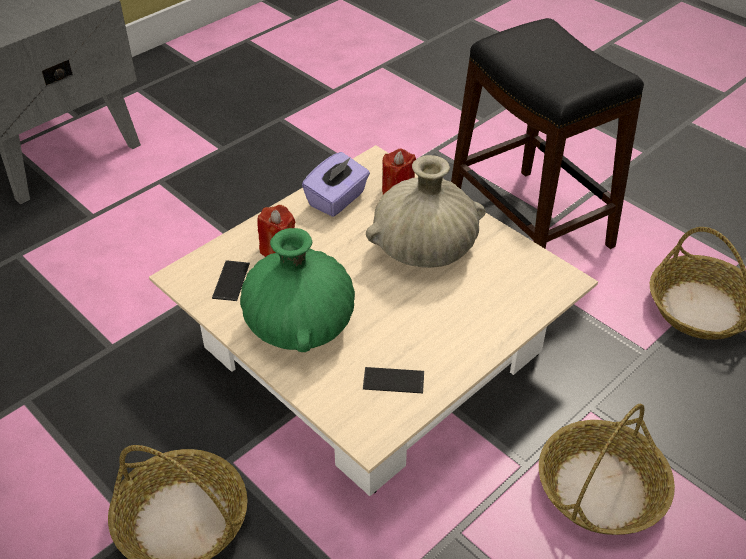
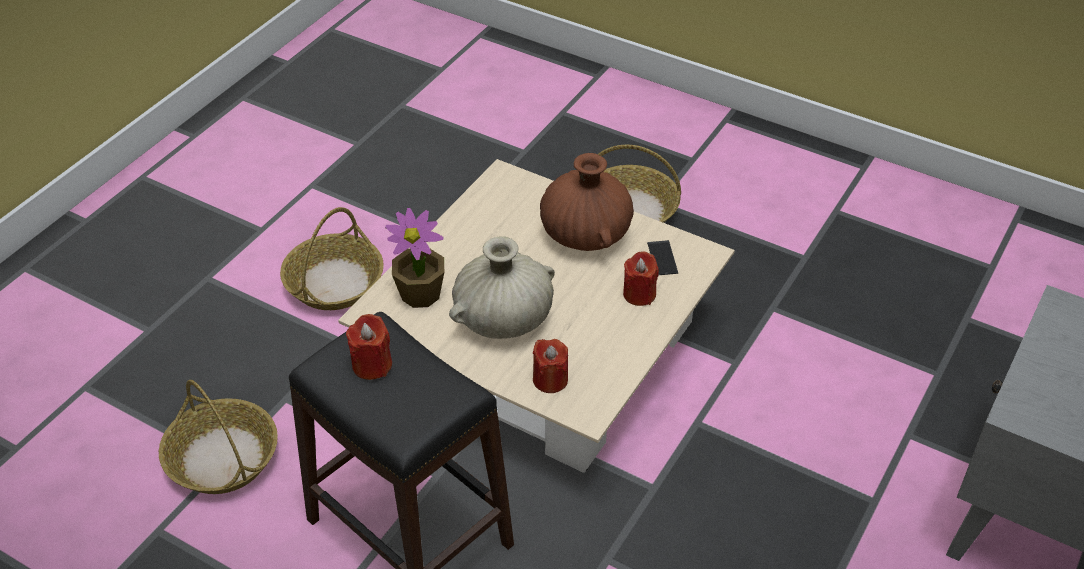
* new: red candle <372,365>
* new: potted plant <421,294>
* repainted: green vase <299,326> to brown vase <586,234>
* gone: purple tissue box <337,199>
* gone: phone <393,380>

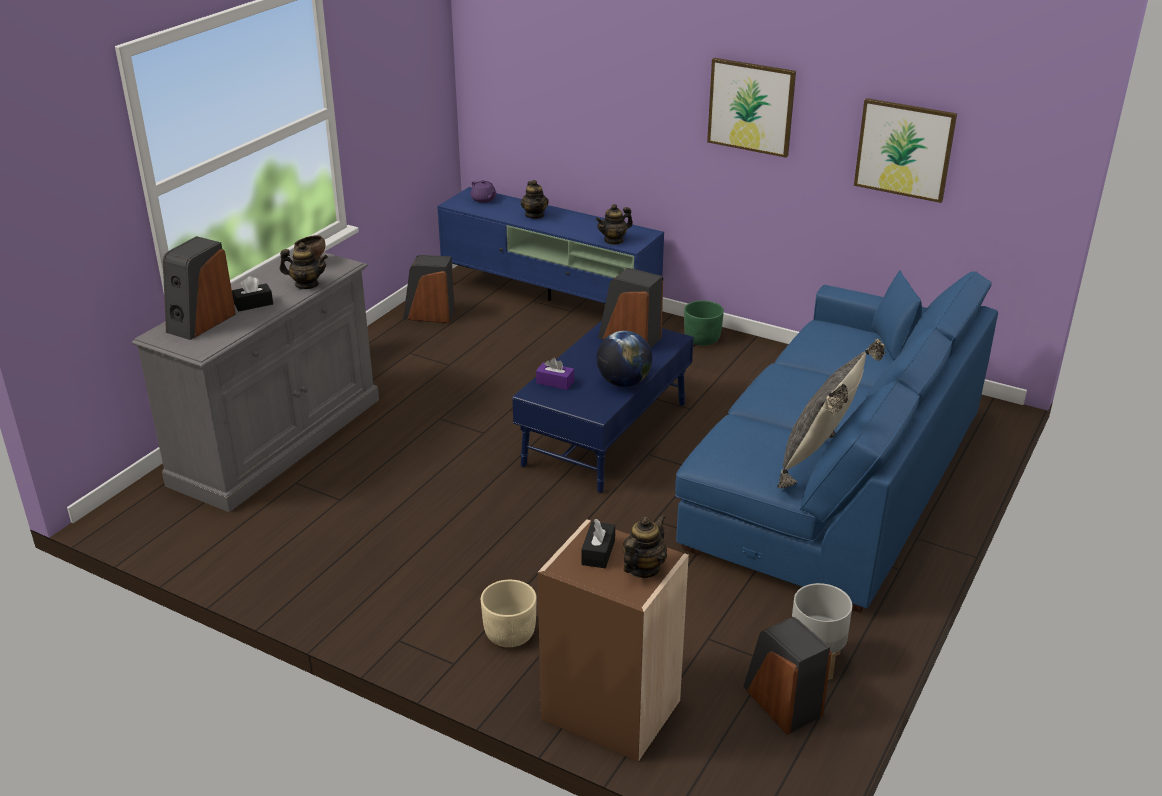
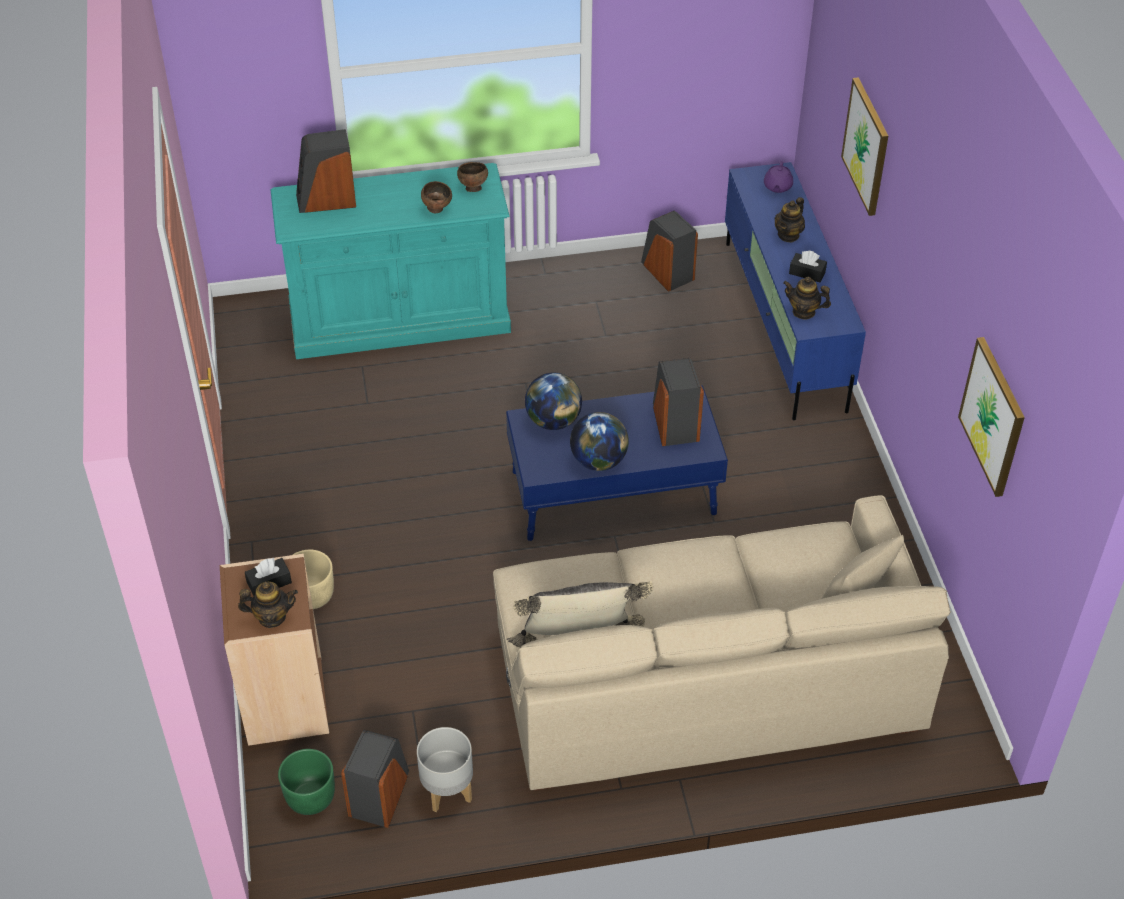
* repainted: grey cabinet <279,440> to turquoise cabinet <401,320>
* shifted: green planter <702,339> to <310,797>
* swapped: teapot <306,285> to brown bowl <437,209>
* repainted: blue sofa <835,483> to beige sofa <705,682>
* swapped: purple tissue box <555,382> to globe <553,421>
* shifted: black tissue box <253,304> to <807,273>
* shifted: picture <751,106> to <866,146>

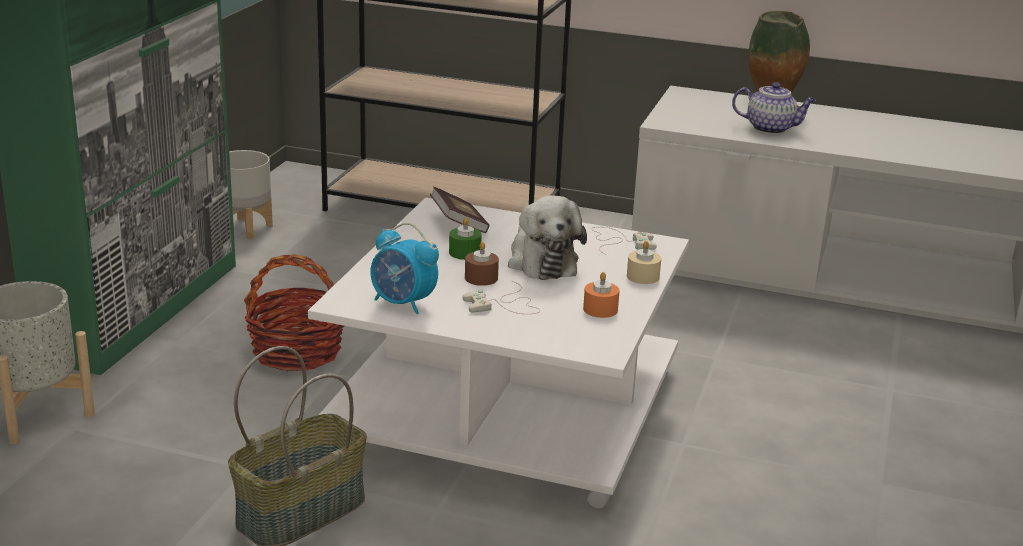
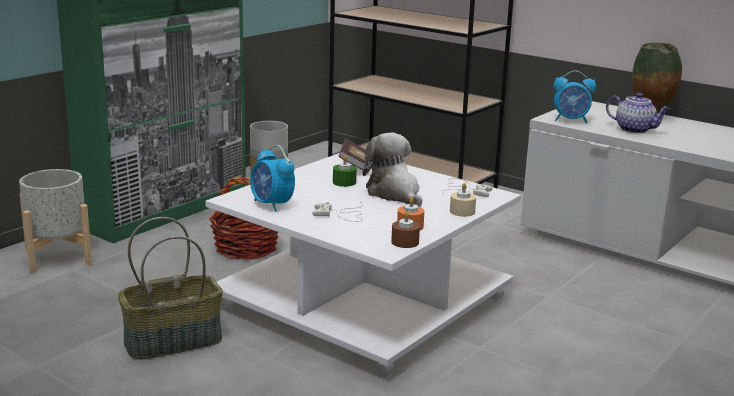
* rotated: plush toy <541,261> = <394,193> 150 degrees clockwise
* shifted: brown candle <481,278> to <405,242>
* new: alarm clock <571,120>

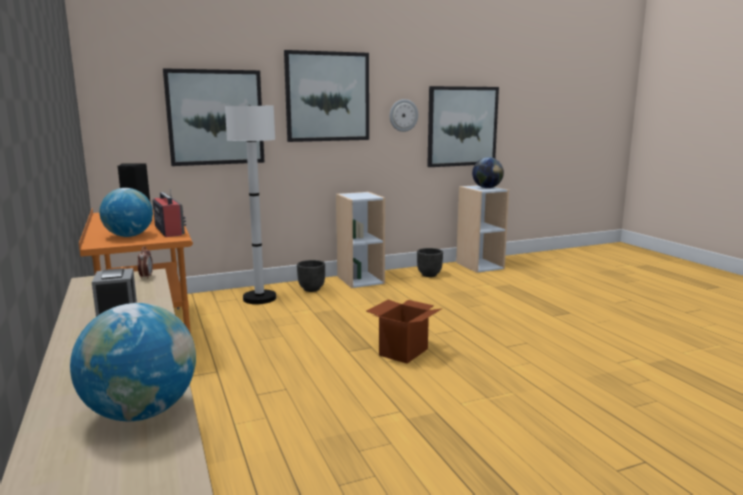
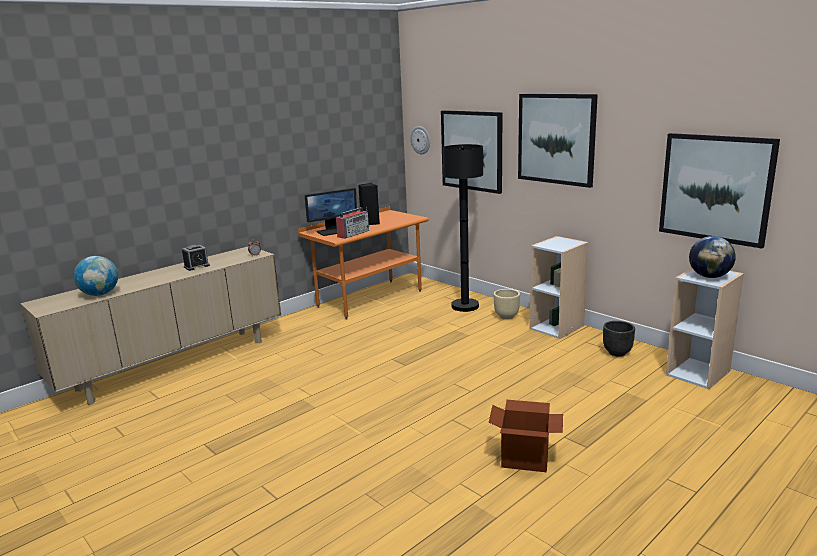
* swapped: globe <129,236> to monitor <334,231>
* shifted: wall clock <403,115> to <421,140>
* repainted: white floor lamp <259,298> to black floor lamp <465,306>
* shifted: cardboard box <403,352> to <525,459>
* repainted: black planter <311,289> to beige planter <506,316>

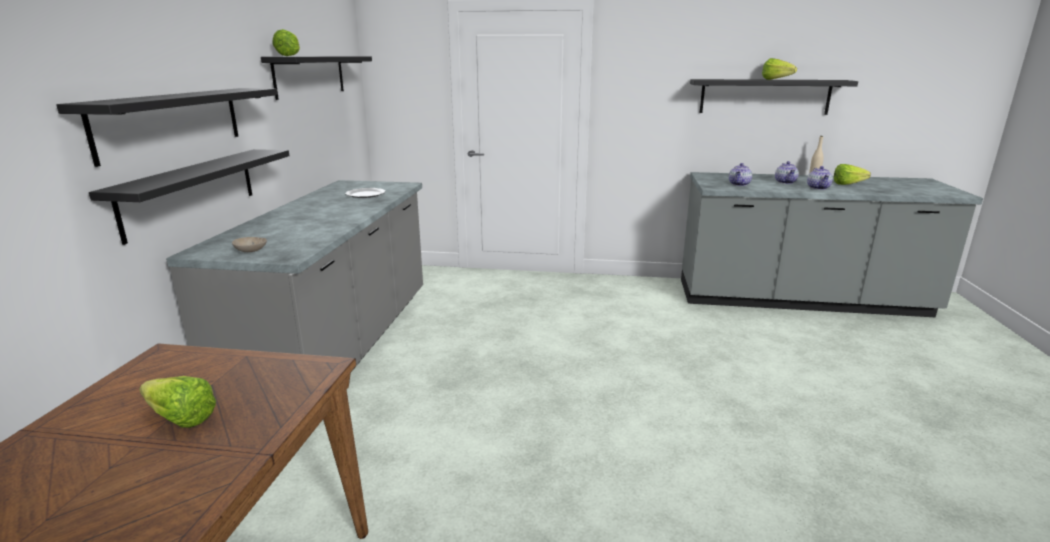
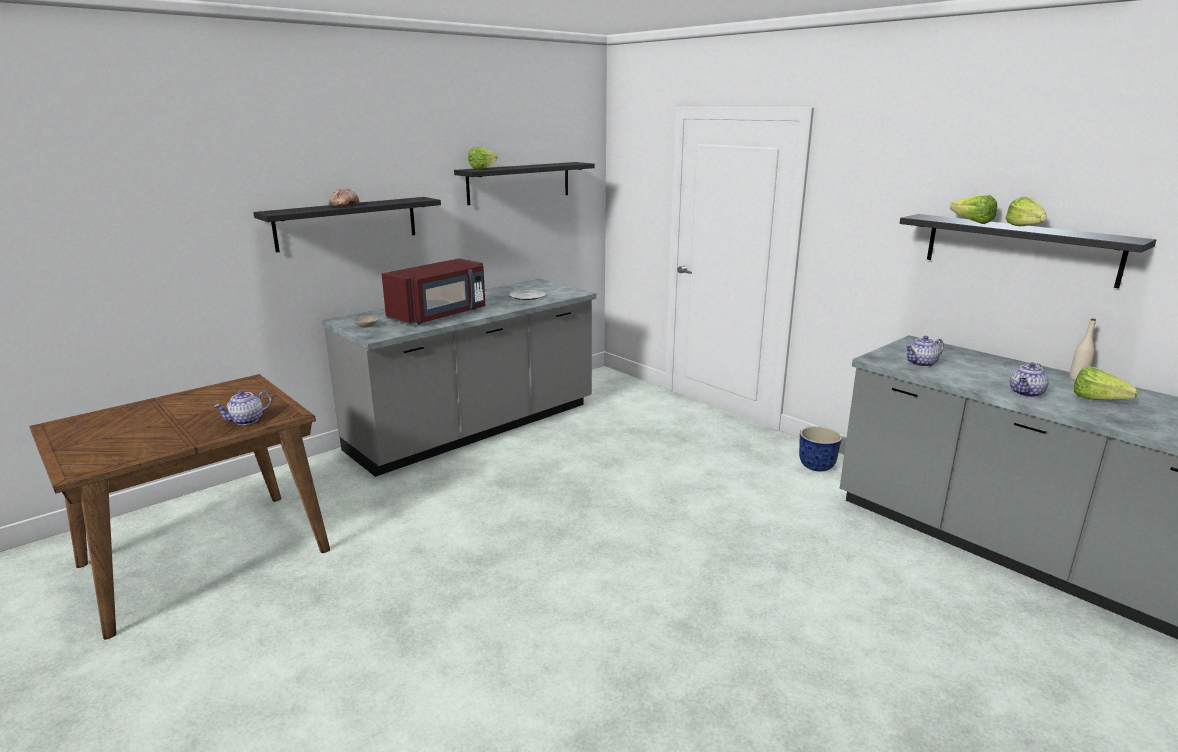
* shifted: teapot <785,182> to <246,421>
* new: bread <344,205>
* new: red microwave <440,315>
* new: planter <817,467>
* shifted: lettuce <178,417> to <969,221>
* gone: black shelf <191,191>

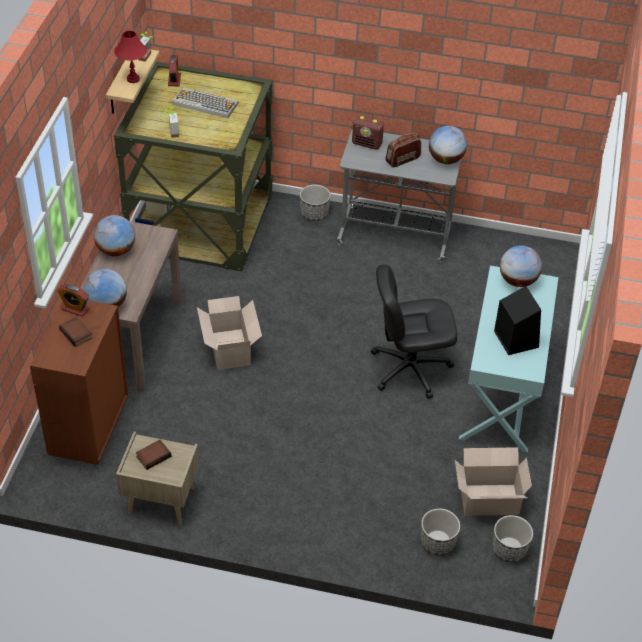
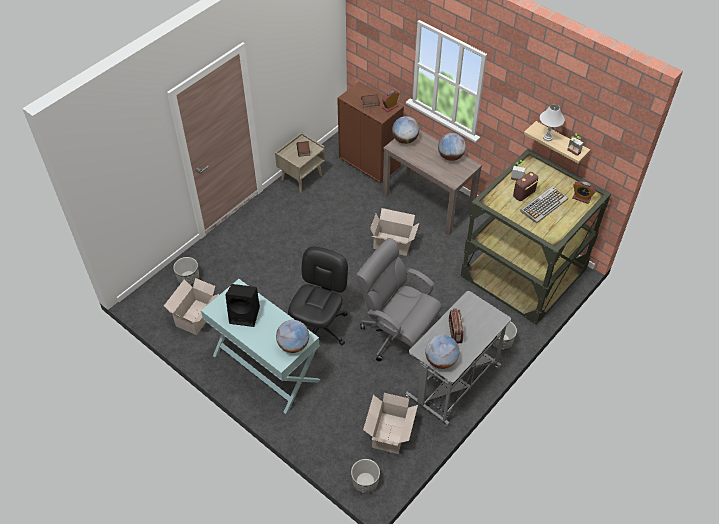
* shifted: planter <509,549> to <365,482>
* new: grey office chair <396,334>
* new: cardboard box <389,434>
* shifted: radio <367,144> to <523,194>
* repainted: red table lamp <133,79> to white table lamp <547,138>

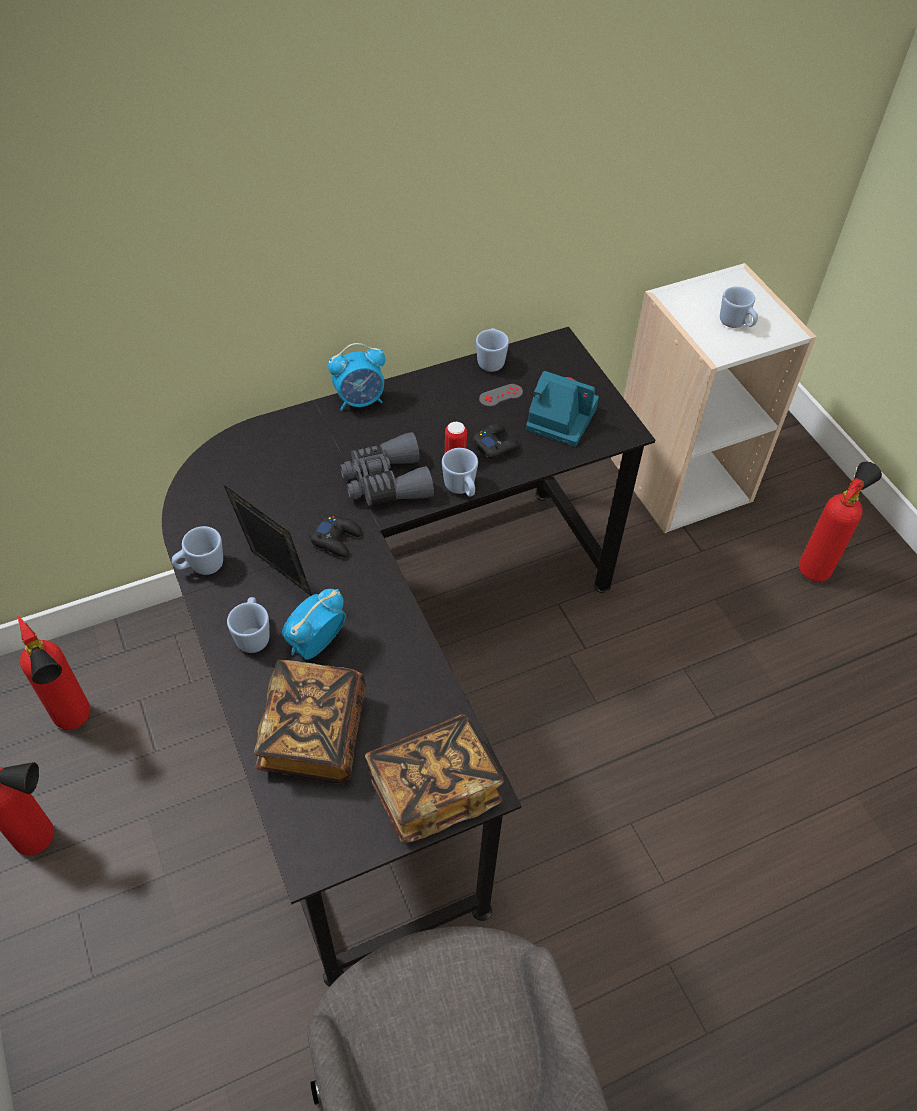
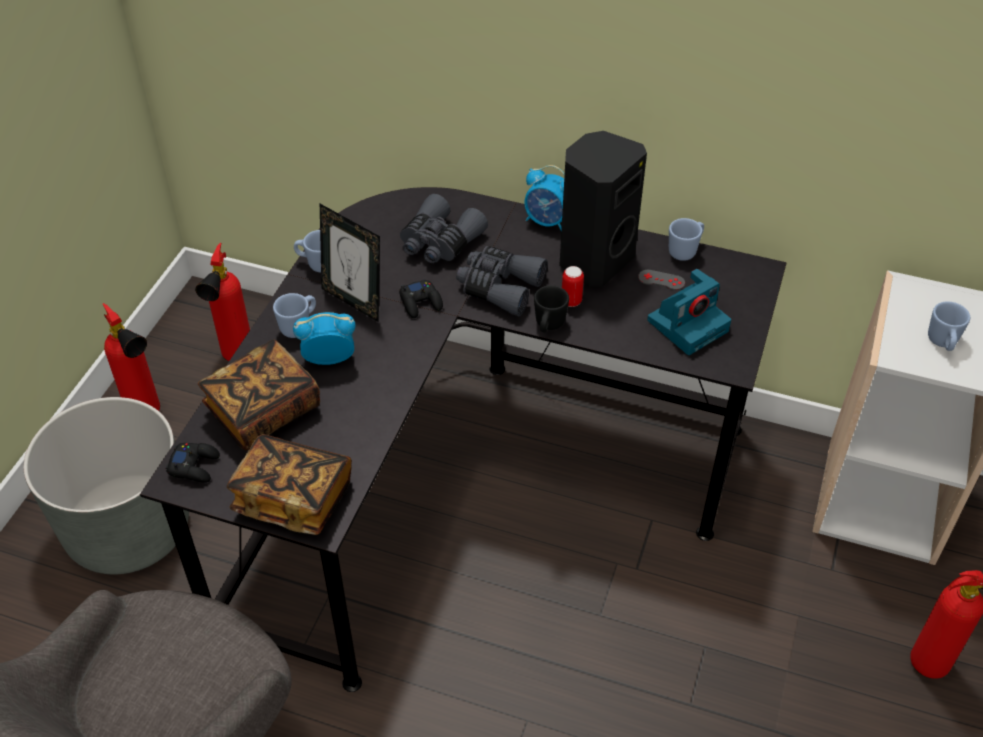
* new: grey planter <128,528>
* shifted: black game controller <496,445> to <194,466>
* rotated: picture frame <276,578> = <353,301> 135 degrees clockwise
* new: grey binoculars <439,242>
* repainted: blue mug <461,489> to black mug <548,326>
* new: black speaker <593,261>
* rotated: photo camera <559,418> = <688,324> 75 degrees clockwise

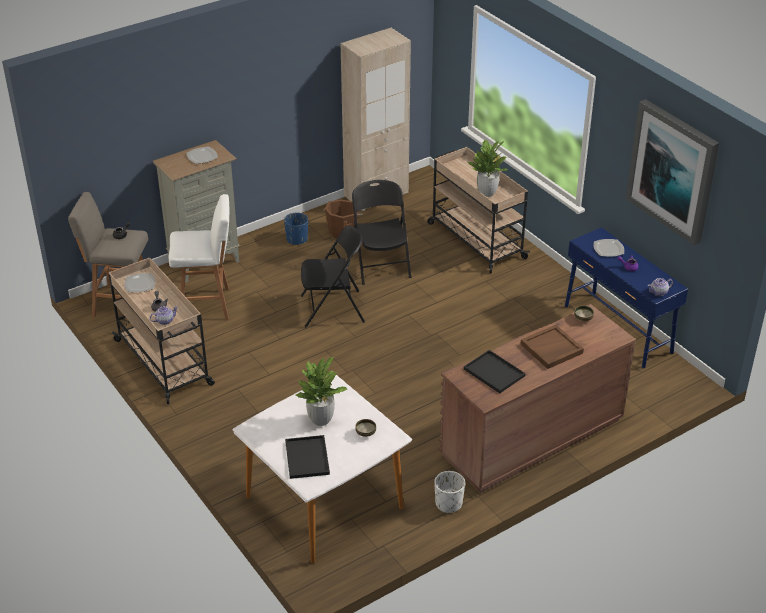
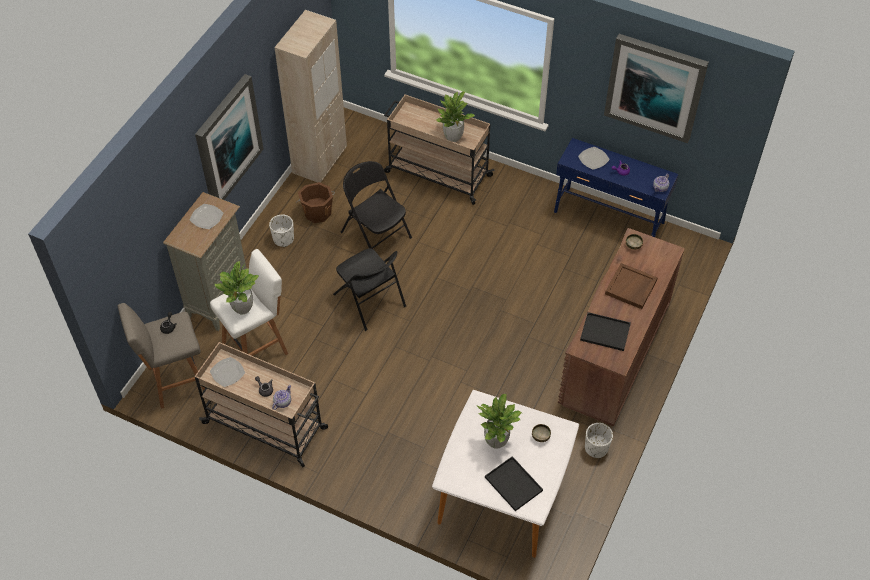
* new: picture <227,140>
* new: potted plant <242,308>
* repainted: blue planter <297,239> to white planter <283,239>
* rotated: black chair <332,309> = <369,300> 90 degrees clockwise

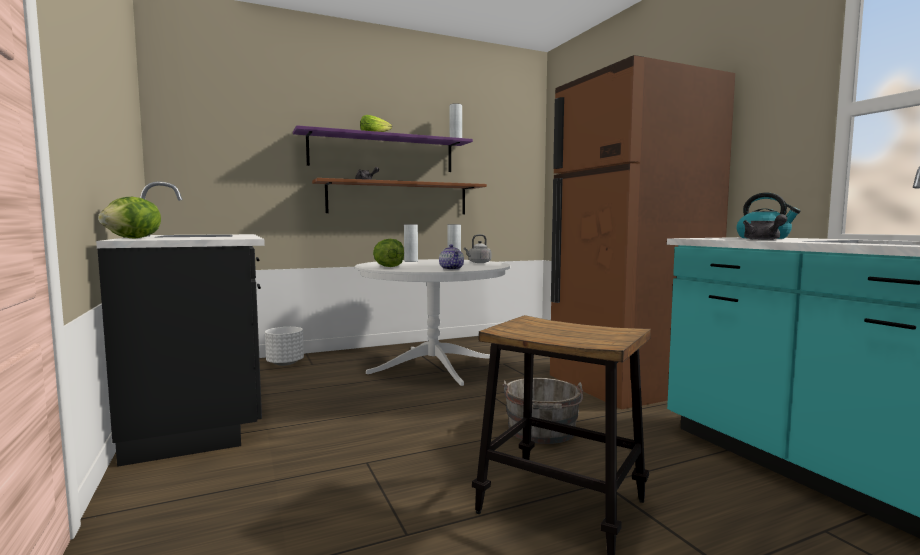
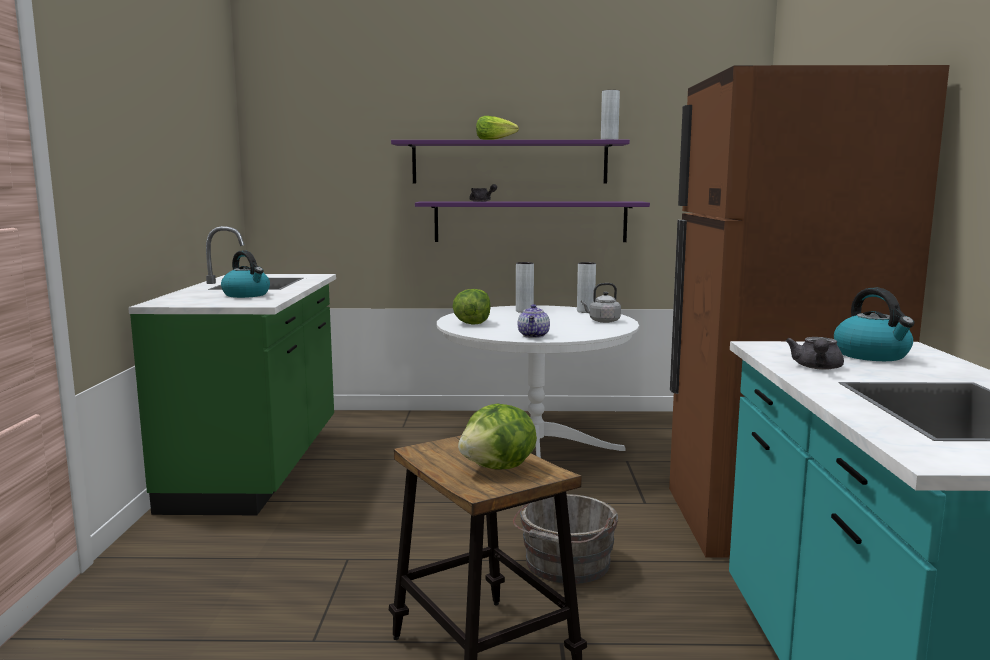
* repainted: black counter <204,409> to green counter <259,467>
* new: kettle <247,295>
* repainted: brown shelf <398,198> to purple shelf <530,221>
* shifted: lettuce <134,238> to <499,468>
* gone: white planter <285,363>

